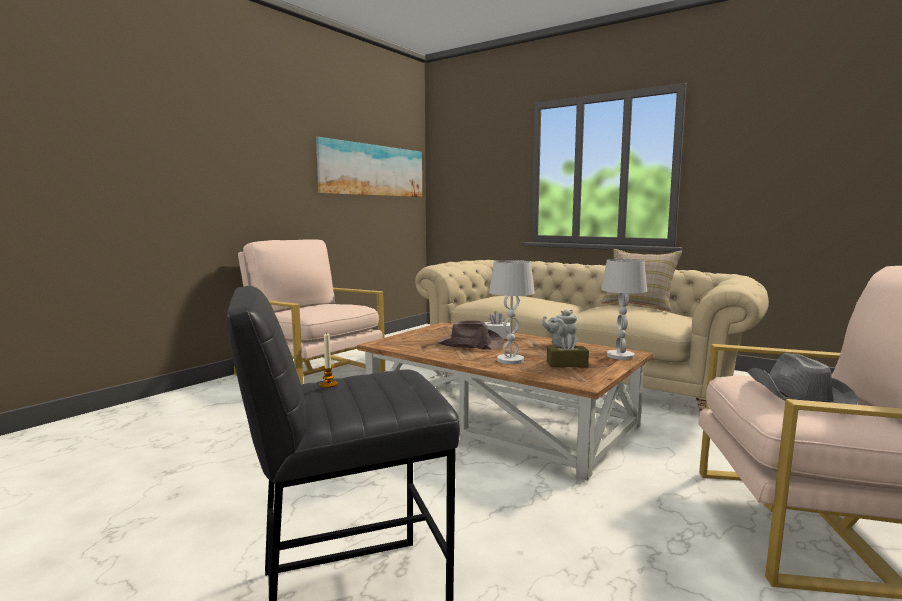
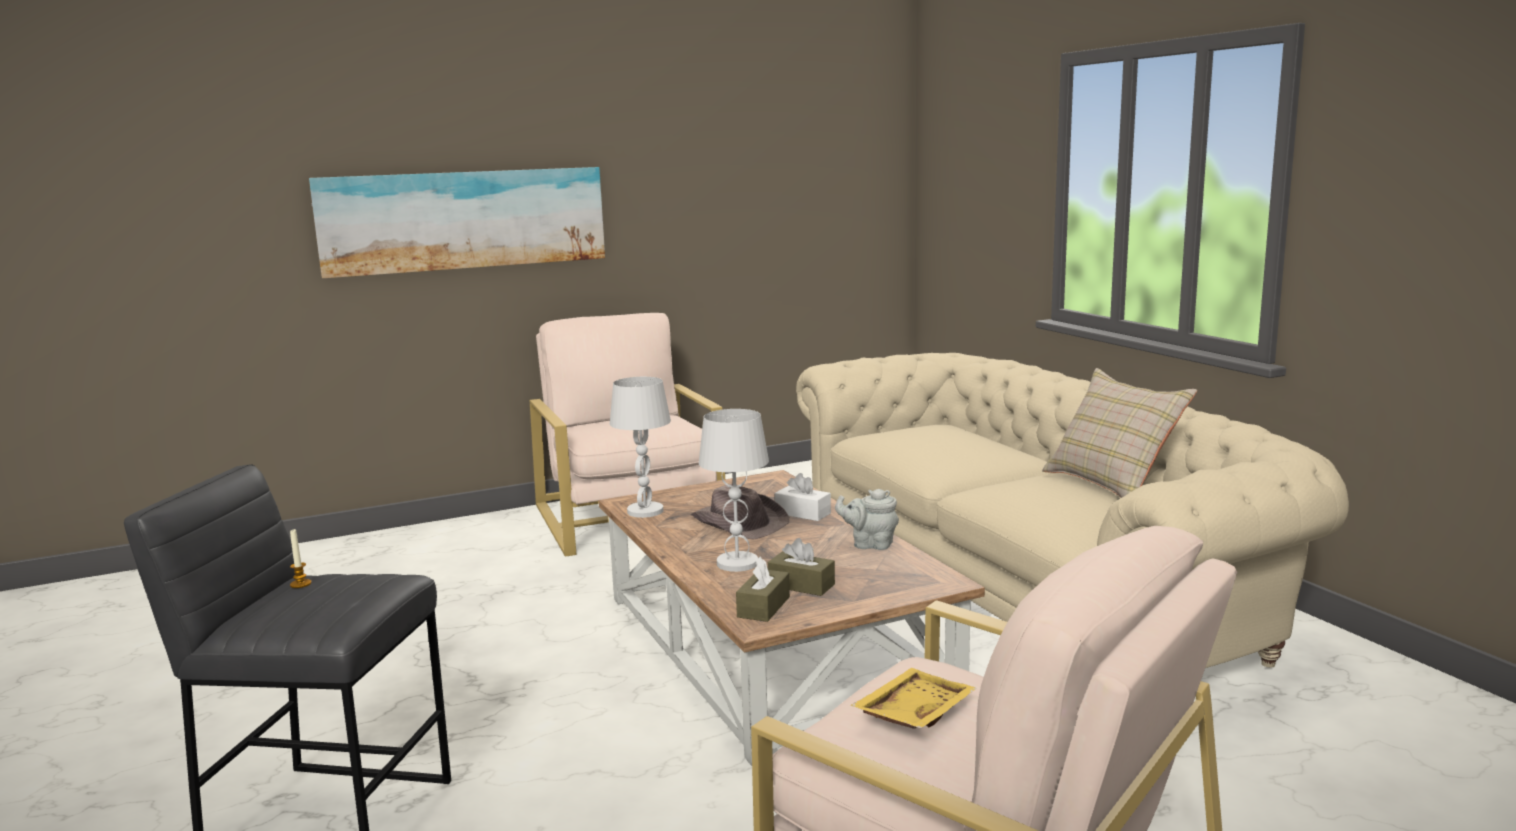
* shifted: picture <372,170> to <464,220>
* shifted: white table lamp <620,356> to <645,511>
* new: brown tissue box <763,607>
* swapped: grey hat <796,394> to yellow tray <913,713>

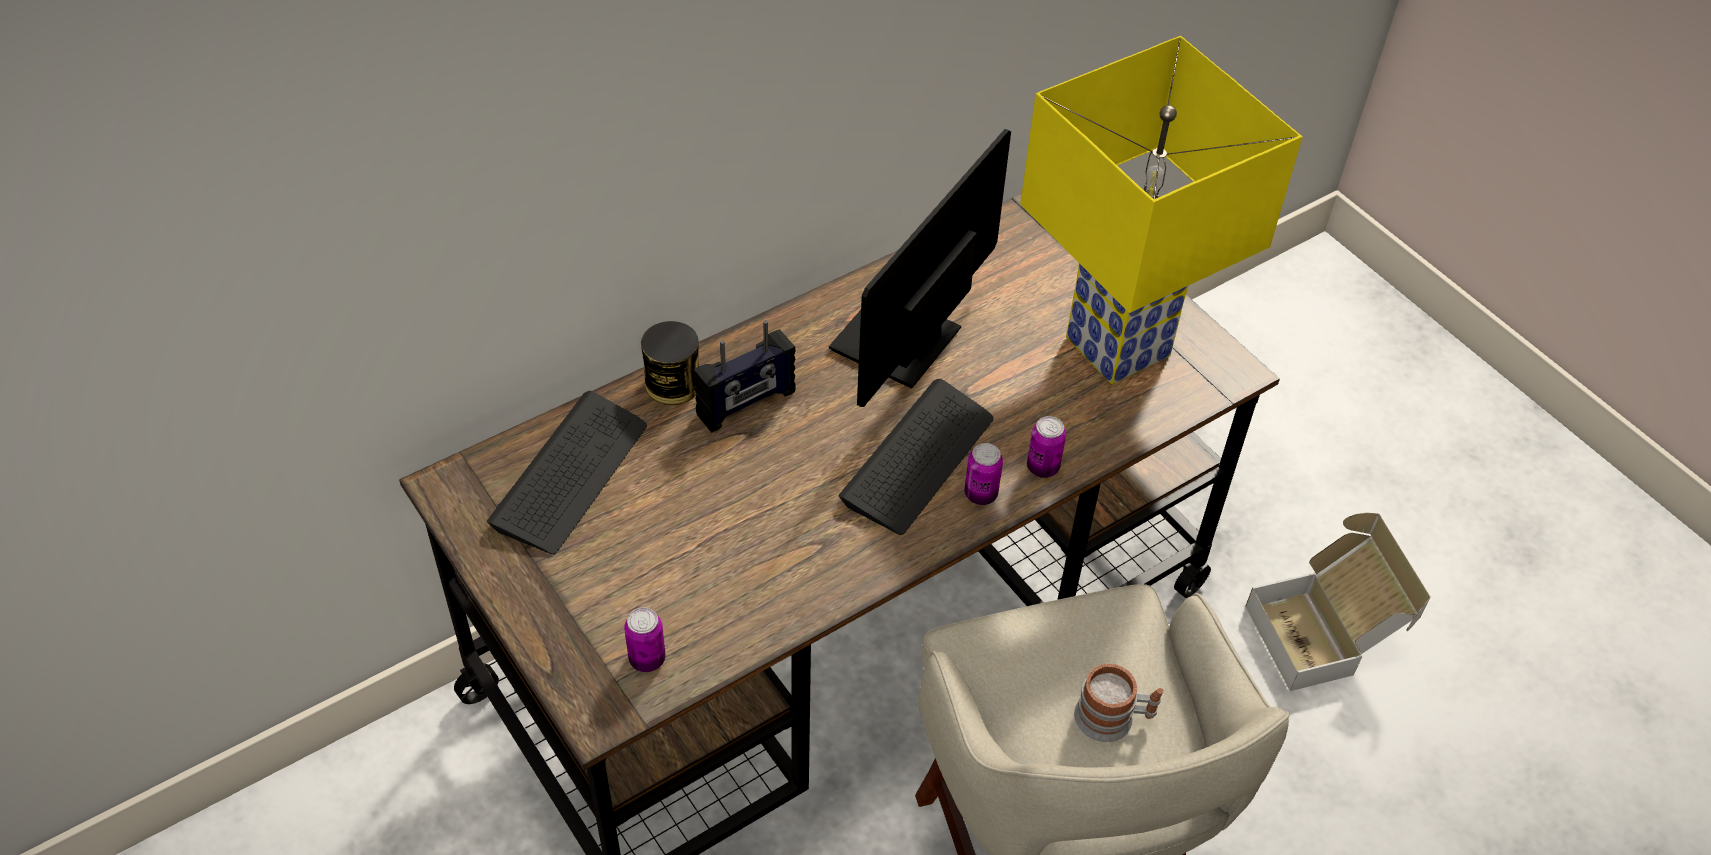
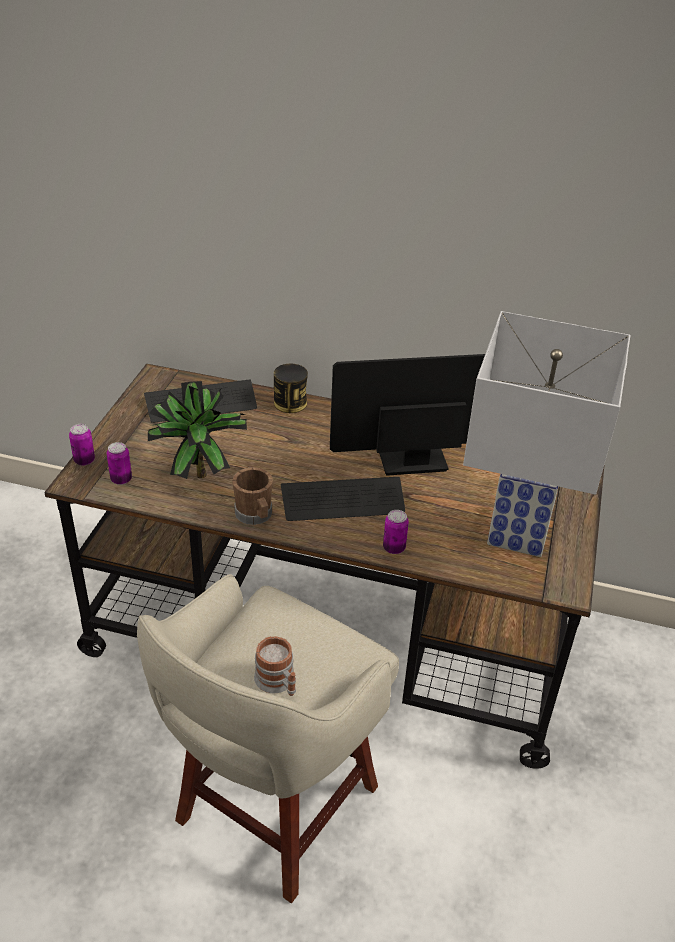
* shifted: can <980,494> to <84,460>
* new: potted plant <198,472>
* new: brown mug <255,515>
* repainted: yellow table lamp <1114,346> to white table lamp <517,532>
* gone: radio <747,404>
* gone: cardboard box <1324,634>

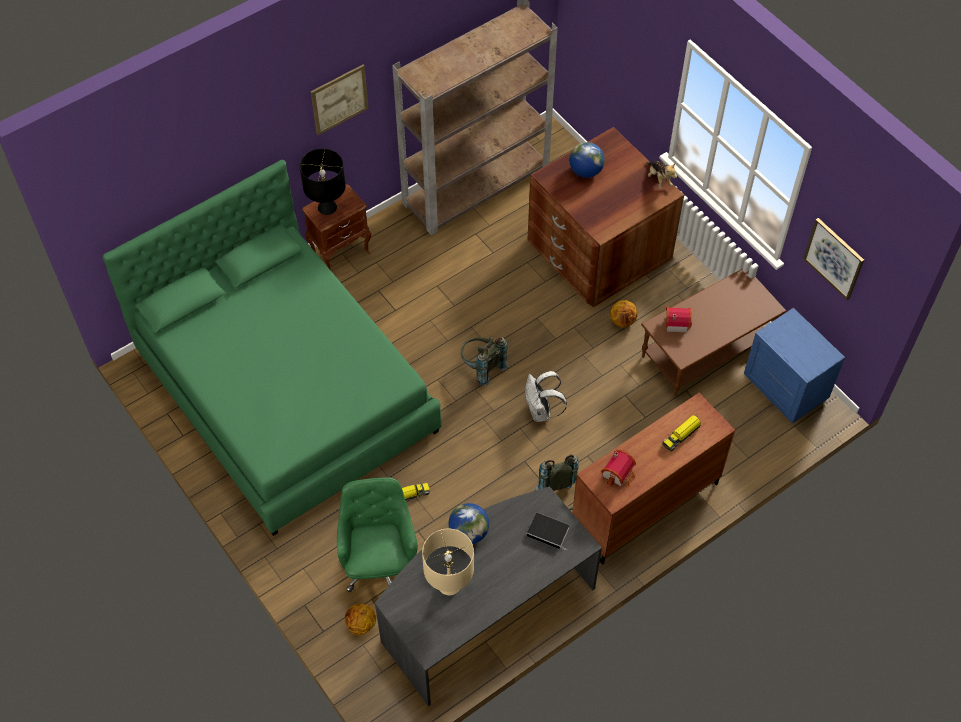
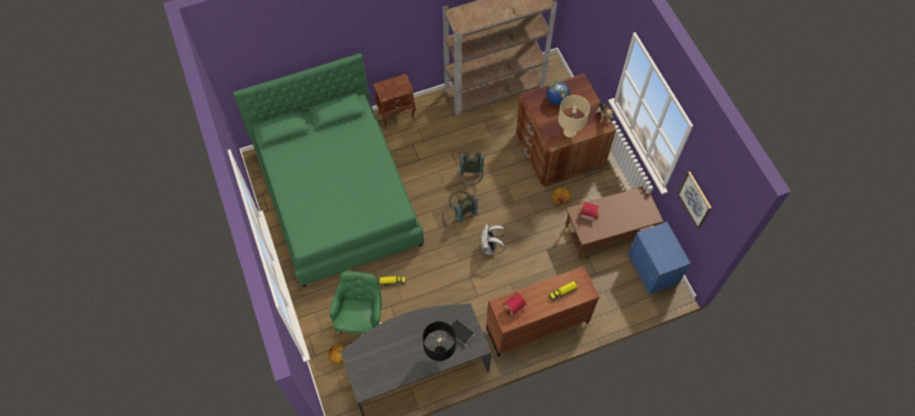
* shifted: black table lamp <327,209> to <440,353>
* shifted: grey backpack <561,499> to <471,179>
* shifted: beige table lamp <449,586> to <569,132>
* gone: picture <339,99>
* gone: globe <468,532>

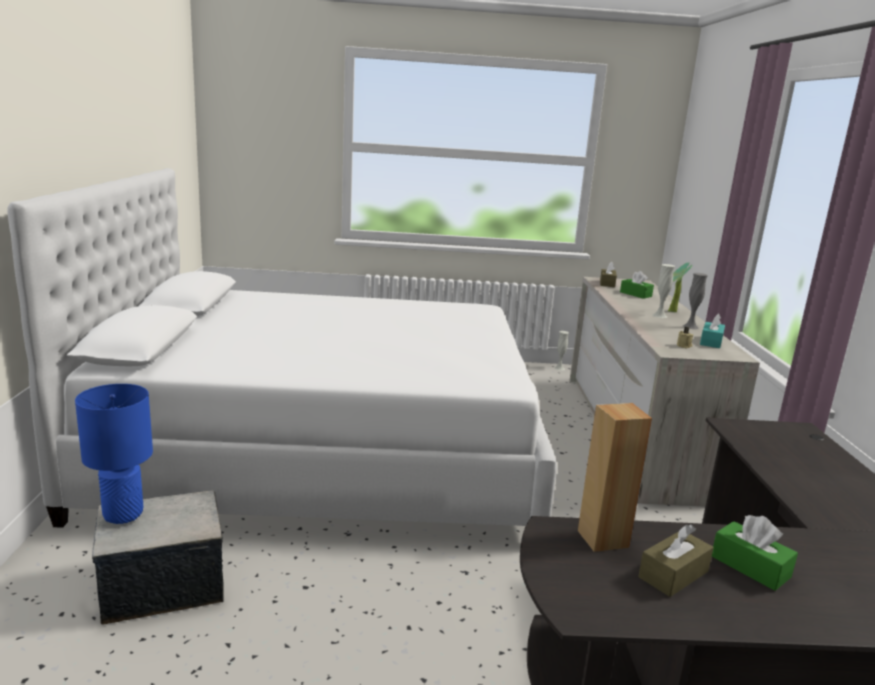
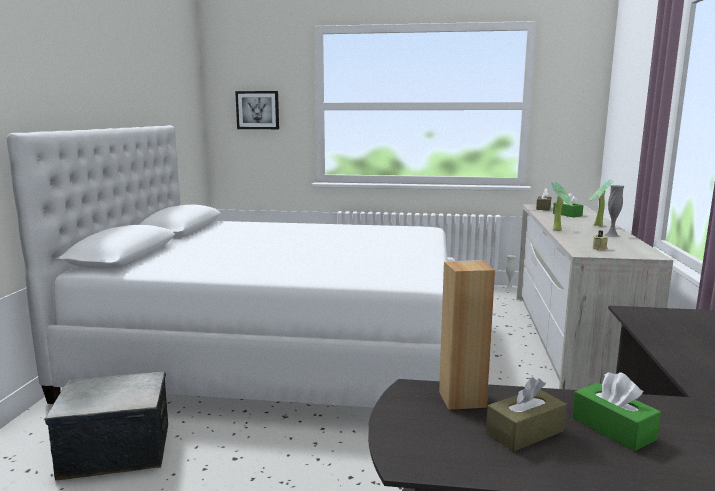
* new: picture <257,110>
* new: potted plant <558,230>
* gone: blue table lamp <123,517>
* gone: white vase <659,315>
* gone: turquoise tissue box <711,342>

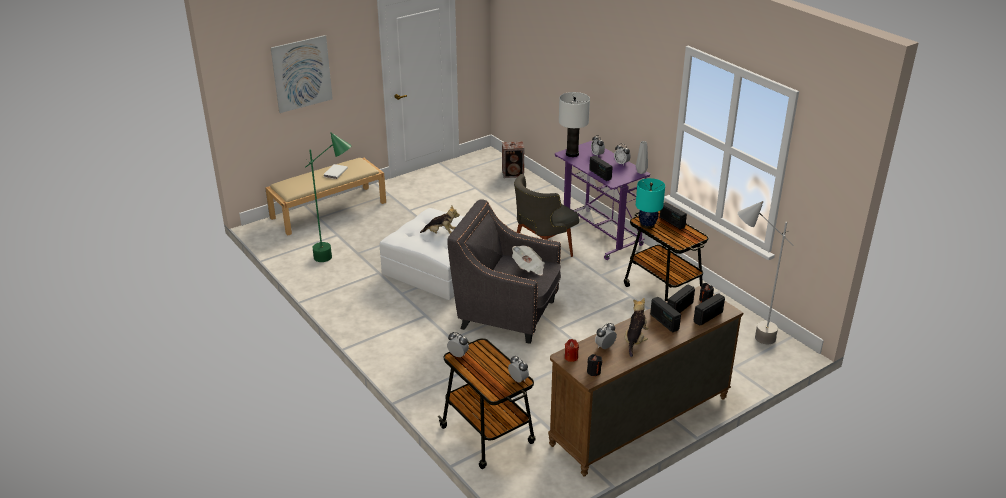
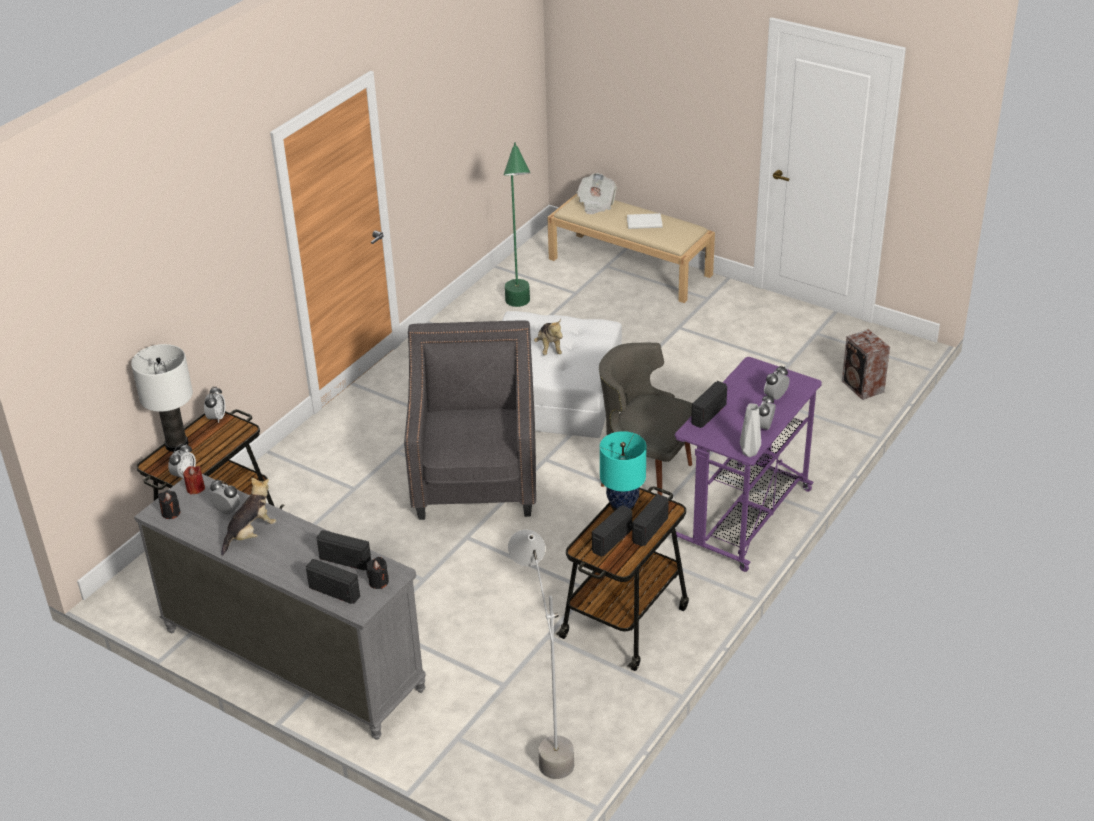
* shifted: white table lamp <572,154> to <176,444>
* repainted: brown dresser <639,421> to grey dresser <292,660>
* rotated: plush toy <635,340> = <251,534> 45 degrees counterclockwise
* shifted: newspaper <528,268> to <596,204>
* shifted: radio <664,322> to <611,540>
* gone: picture <302,73>

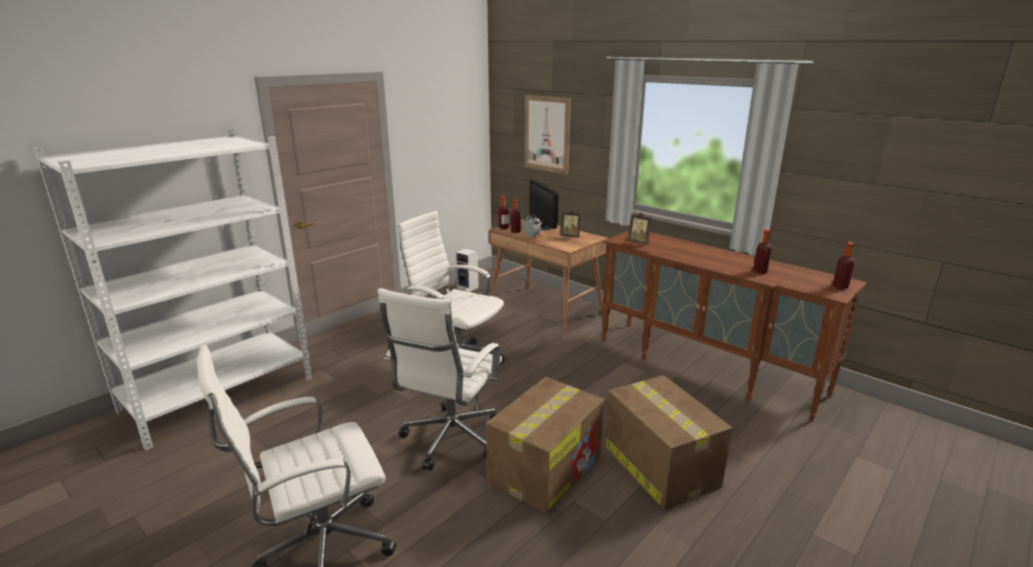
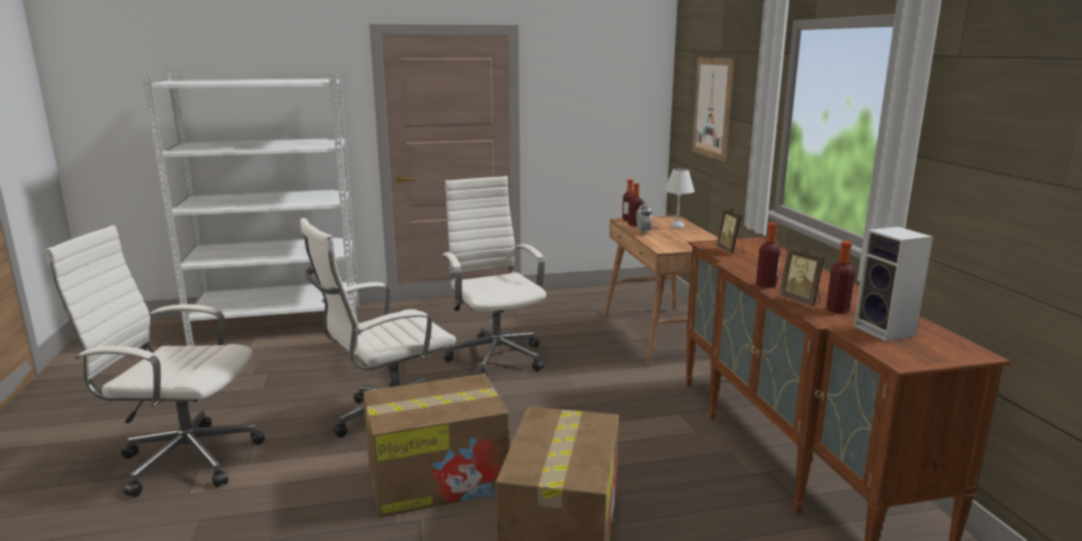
* swapped: monitor <544,227> to white table lamp <677,226>
* shifted: bottle <840,287> to <766,285>
* shifted: picture frame <570,236> to <801,300>
* shifted: speaker <468,288> to <886,331>

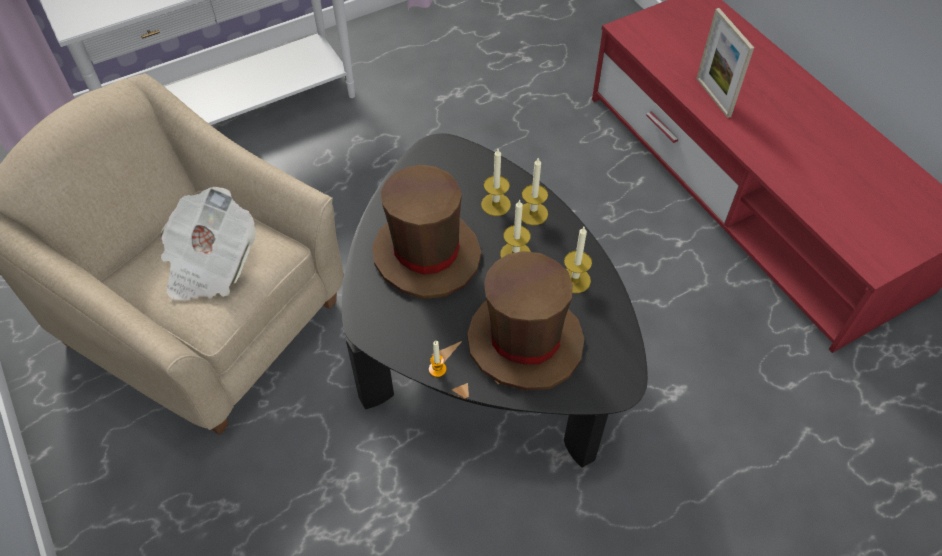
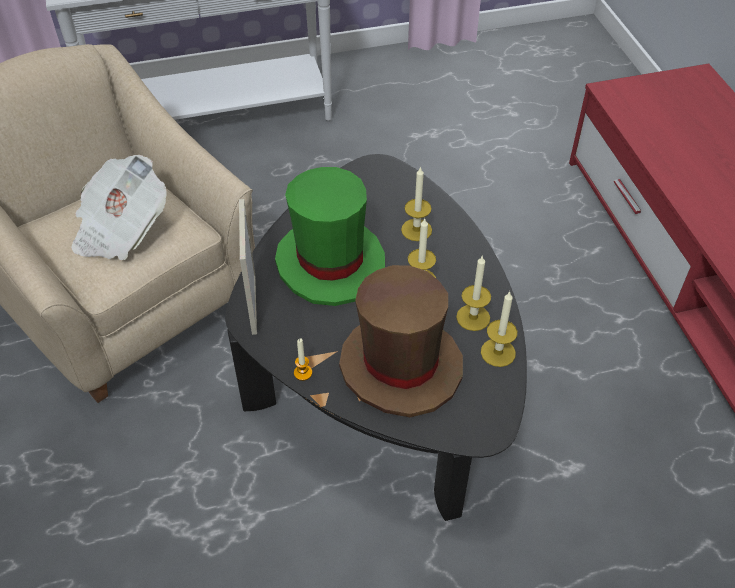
* shifted: picture frame <713,97> to <253,304>
* repainted: brown hat <427,254> to green hat <331,263>
* shifted: candle <533,213> to <498,352>

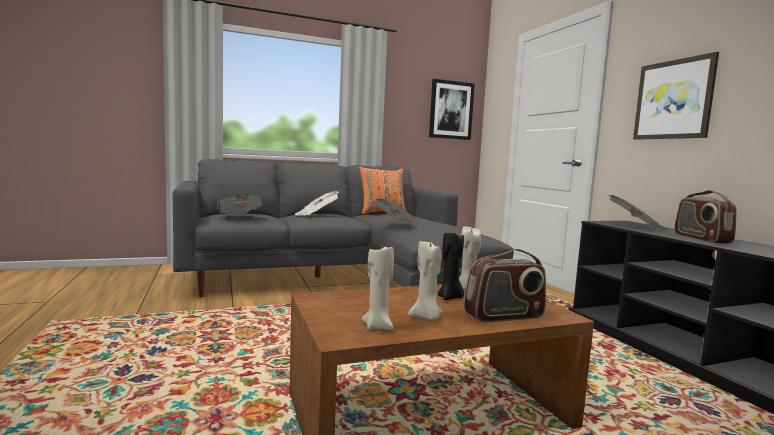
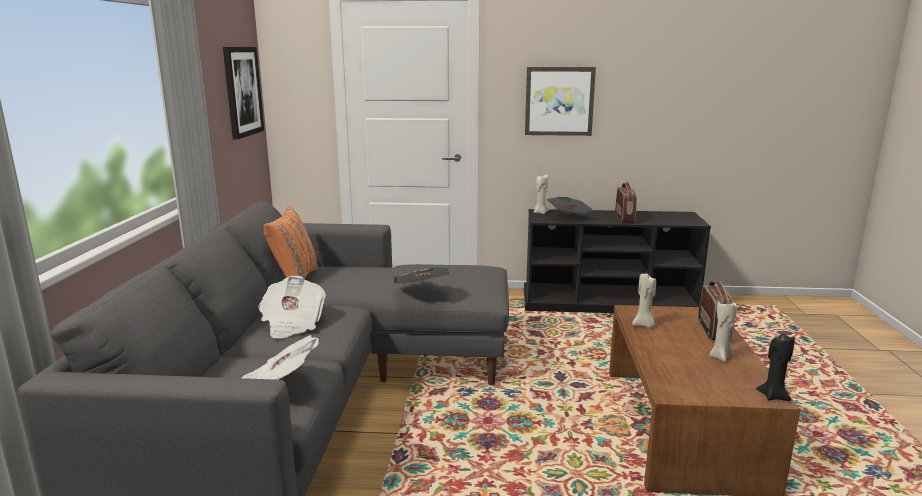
* shifted: beige candle <378,327> to <540,212>
* rotated: radio <701,239> = <625,218> 105 degrees counterclockwise
* shifted: black candle <450,298> to <773,396>

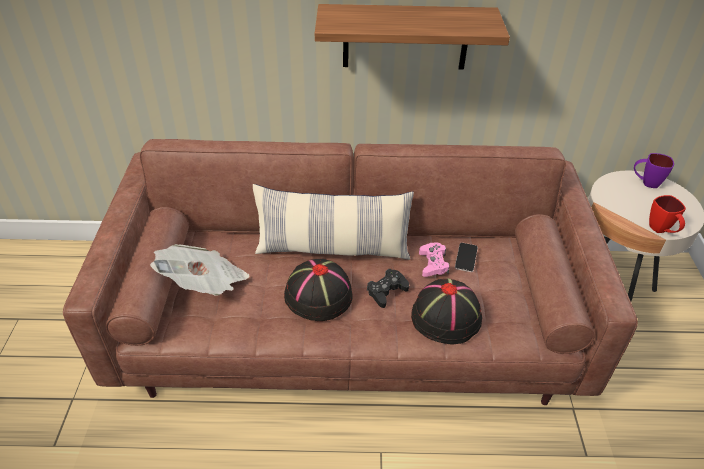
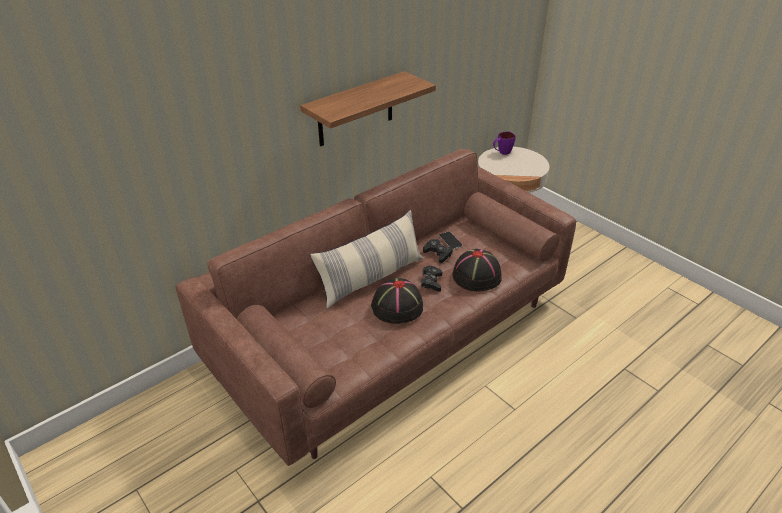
* repainted: pink game controller <433,264> to black game controller <438,253>
* gone: newspaper <205,284>
* gone: red mug <661,231>

